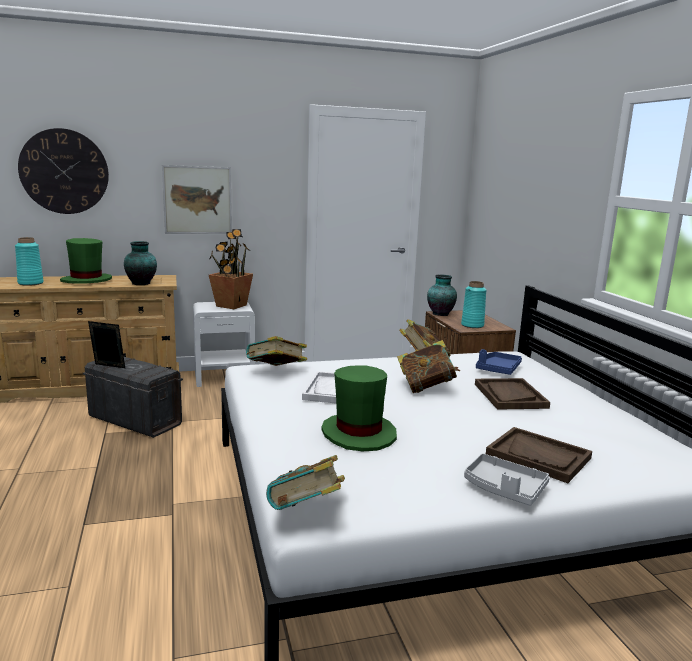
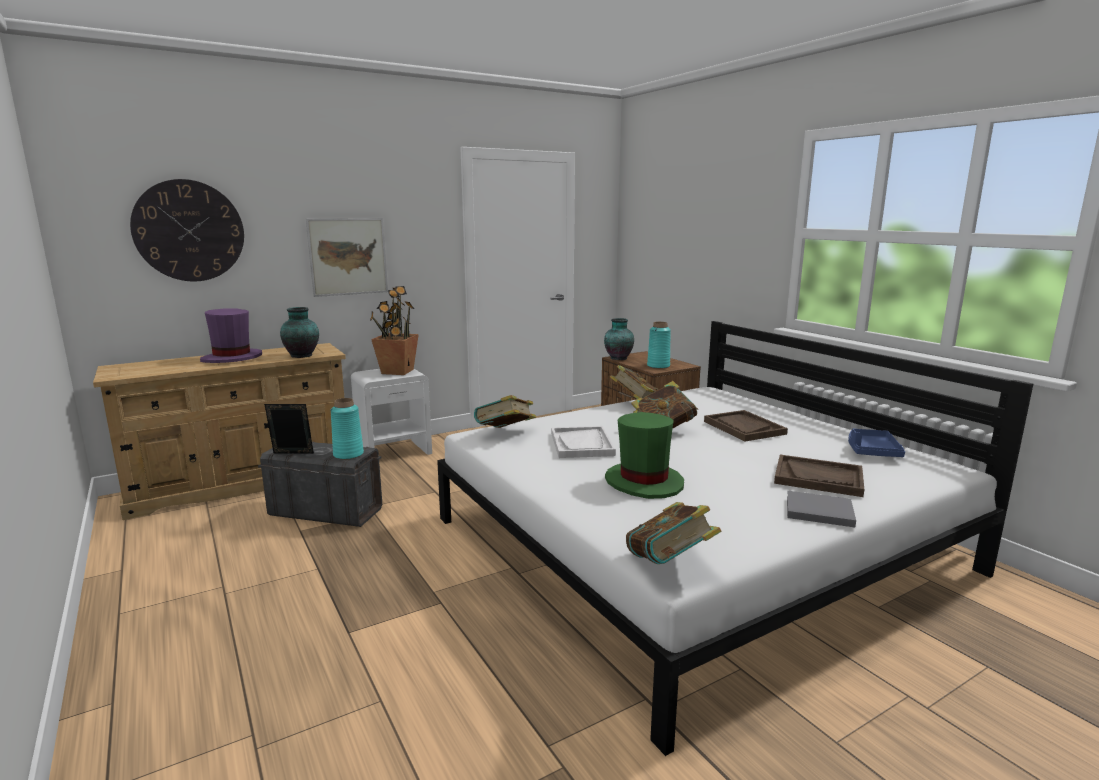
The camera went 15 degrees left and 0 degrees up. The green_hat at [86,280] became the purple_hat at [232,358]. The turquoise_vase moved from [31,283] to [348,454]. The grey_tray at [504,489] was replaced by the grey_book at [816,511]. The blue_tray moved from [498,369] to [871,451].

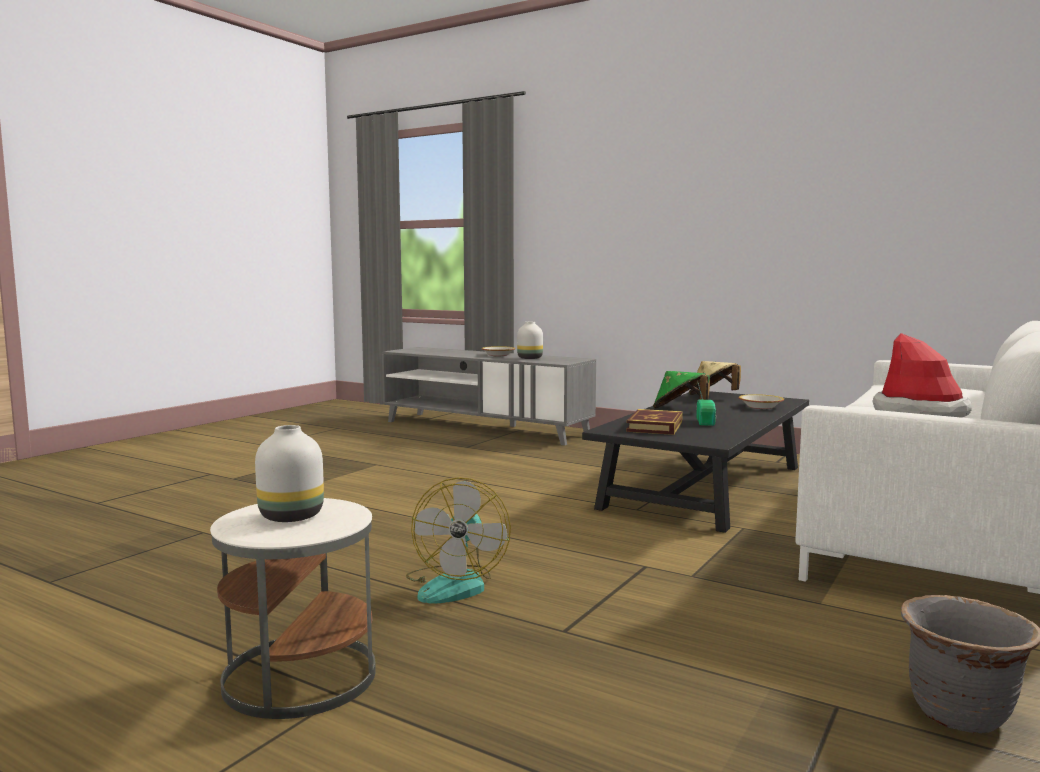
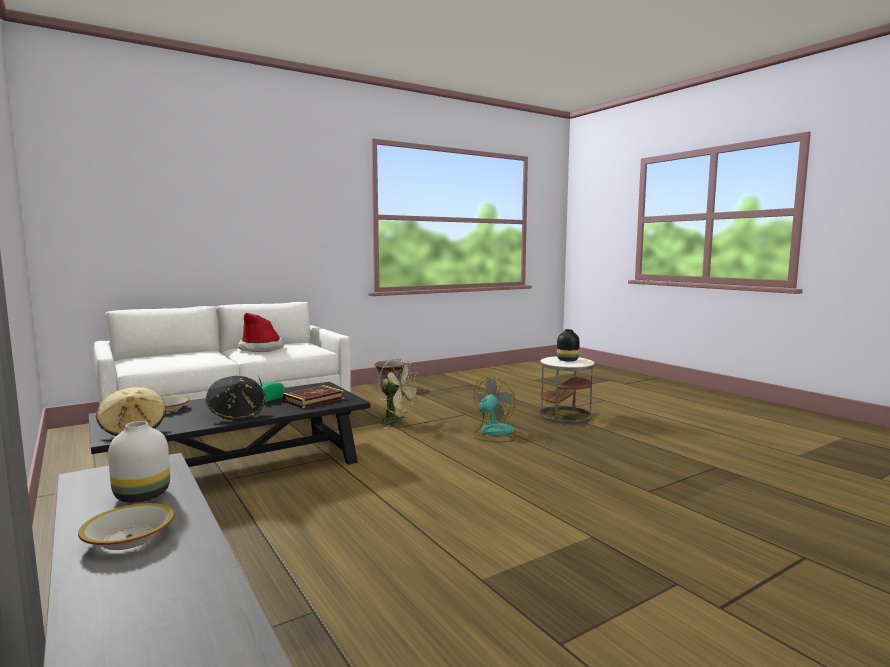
The camera went 155 degrees left and 0 degrees up. The green_hat at [679,410] became the black_hat at [237,414]. The green_fan at [396,422] appeared. The white_vase at [292,516] became the black_vase at [567,360].

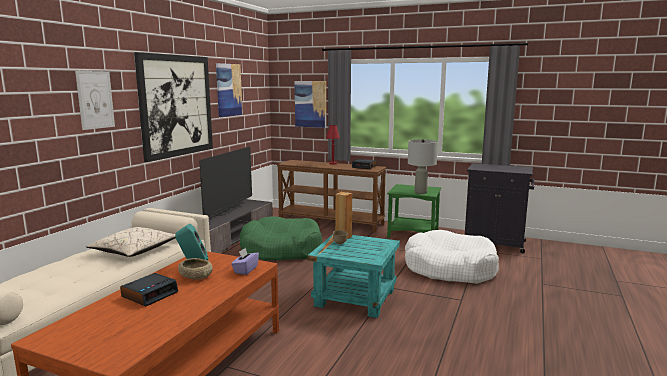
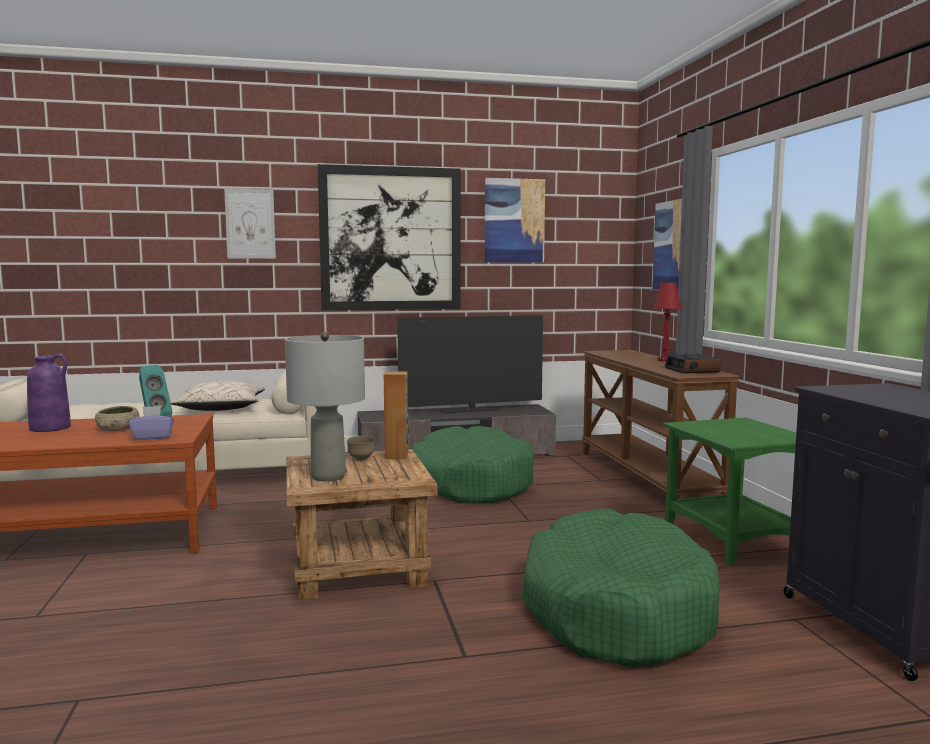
The camera went 55 degrees right and 5 degrees down. The alarm_clock at [150,294] was replaced by the purple_vase at [51,428]. The grey_table_lamp moved from [420,192] to [329,476]. The turquoise_side_table at [354,297] became the brown_side_table at [359,566]. The white_dog_bed at [449,268] became the green_dog_bed at [616,610].

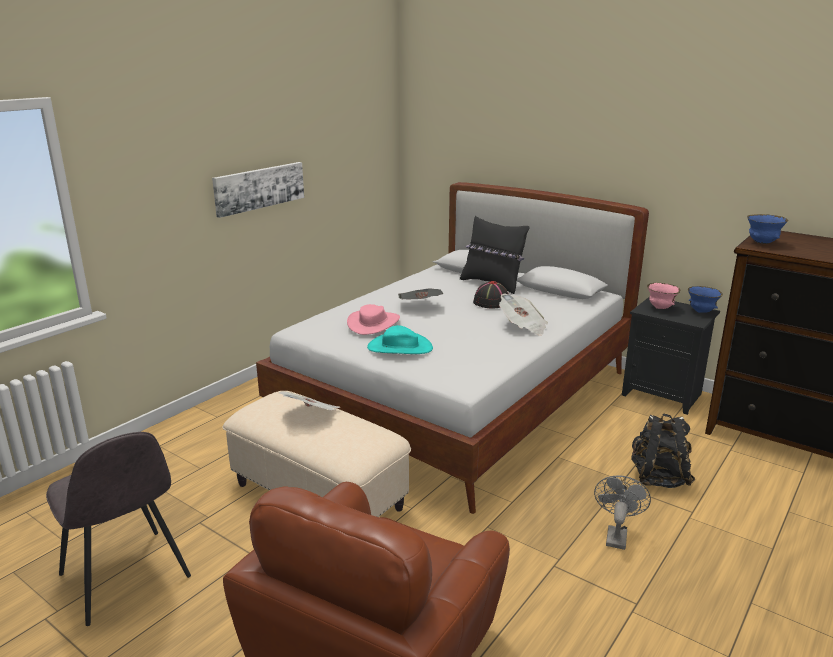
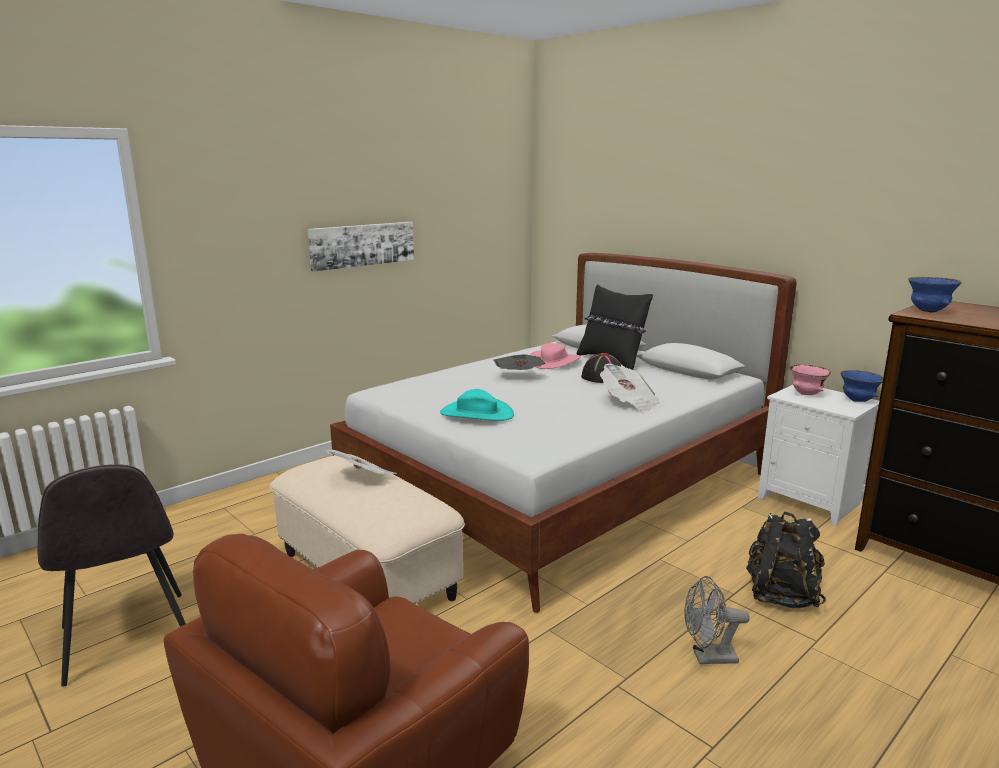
The camera went 10 degrees right and 5 degrees down. The pink_hat moved from [374,323] to [554,361]. The grey_fan at [616,535] turned 120 degrees counterclockwise. The black_nightstand at [664,394] became the white_nightstand at [811,501].

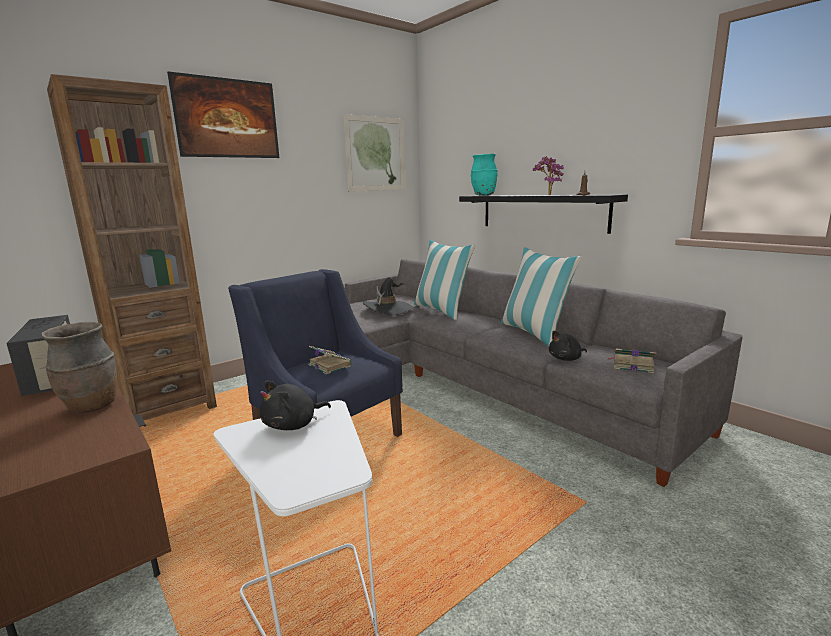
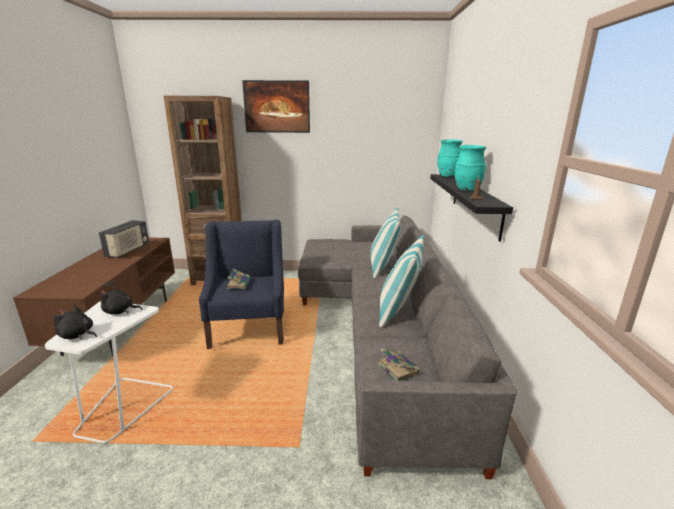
The camera went 40 degrees right and 5 degrees up. The black_plush_toy moved from [566,359] to [77,335]. The potted_plant at [547,195] was replaced by the turquoise_vase at [467,190]. The brown_vase at [92,406] disappeared. The picture at [375,154] disappeared. The black_hat at [388,309] disappeared.

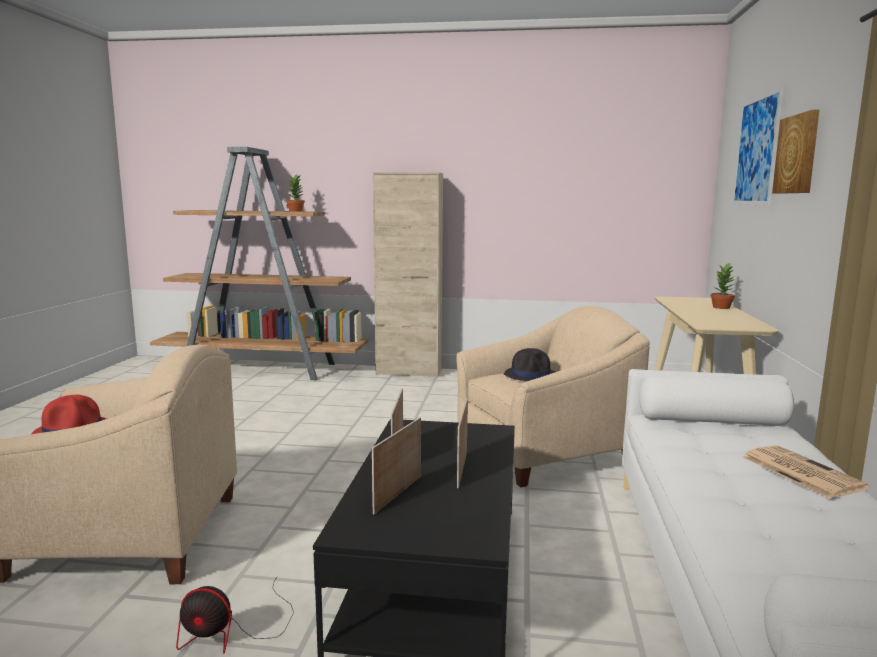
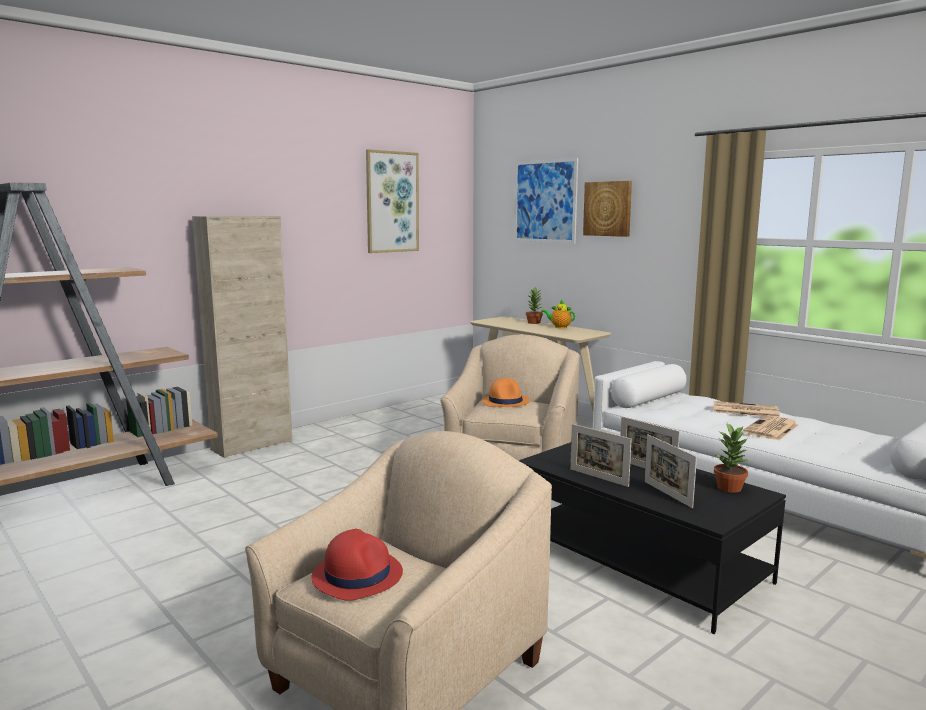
The camera went 50 degrees left and 0 degrees up. The picture at [392,202] appeared. The black_hat at [531,375] became the orange_hat at [506,401]. The teapot at [559,327] appeared. The potted_plant moved from [296,211] to [729,487]. The newspaper at [771,429] appeared. The fan at [233,631] disappeared.

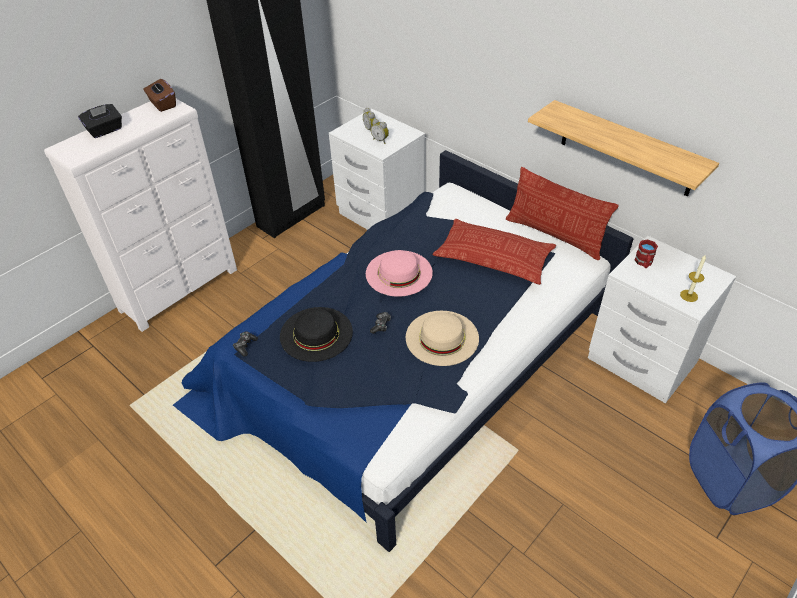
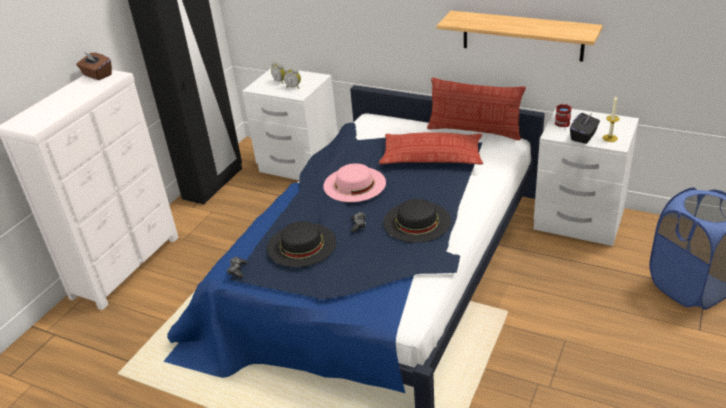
The camera went 15 degrees left and 10 degrees down. The beige_hat at [442,337] became the black_hat at [417,221]. The black_tissue_box moved from [105,130] to [583,136].

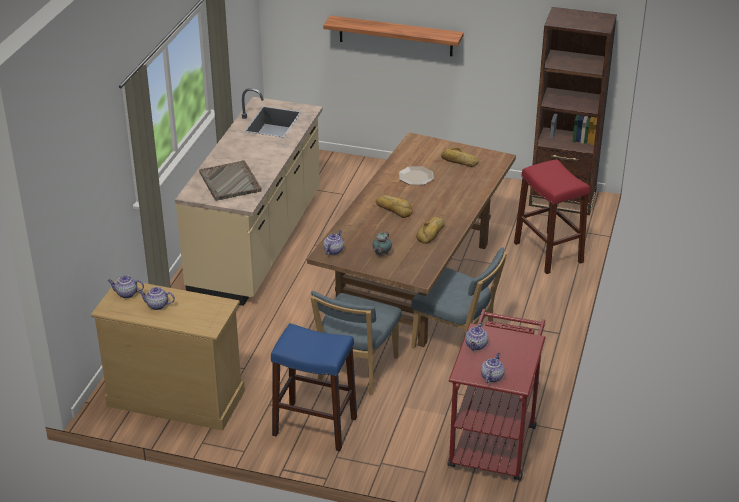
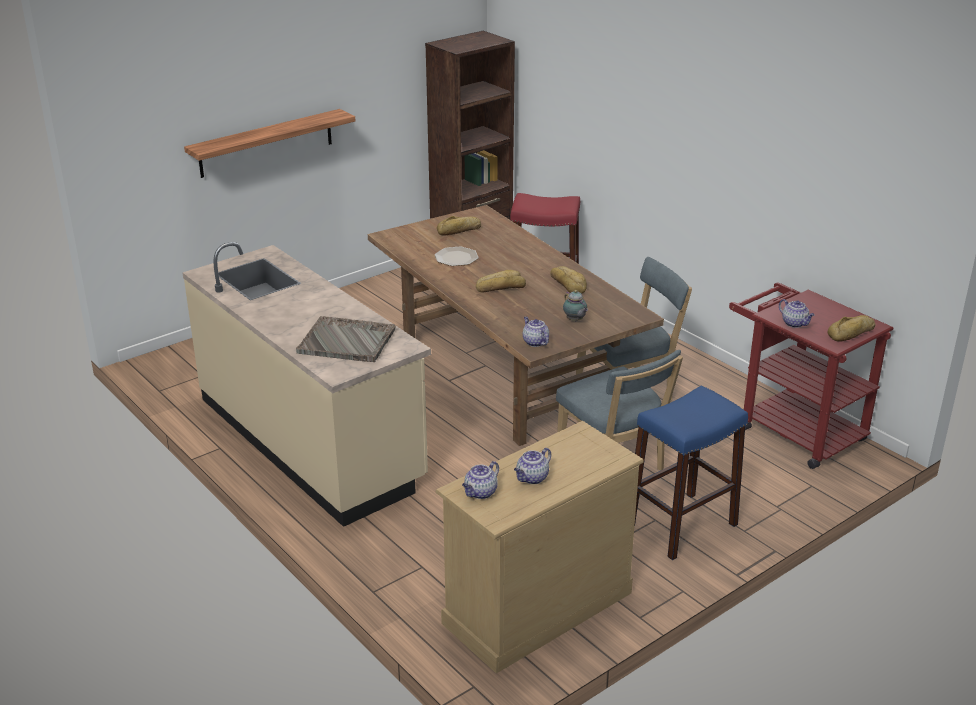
The camera went 55 degrees left and 5 degrees down. The teapot at [492,377] was replaced by the bread at [852,333].

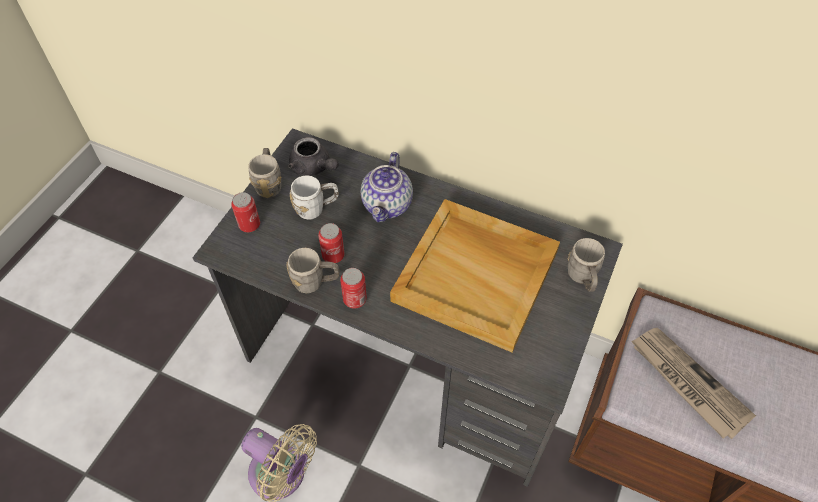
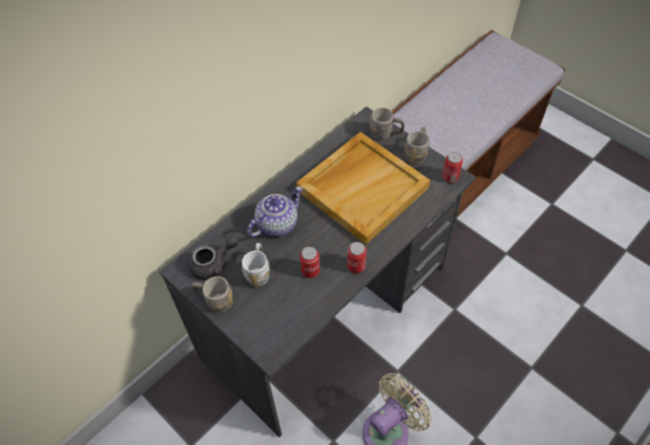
The camera went 70 degrees left and 0 degrees up. The teapot at [388,205] turned 75 degrees counterclockwise. The grey_mug moved from [315,282] to [416,153]. The can moved from [249,225] to [450,177]. The newspaper at [687,382] disappeared.

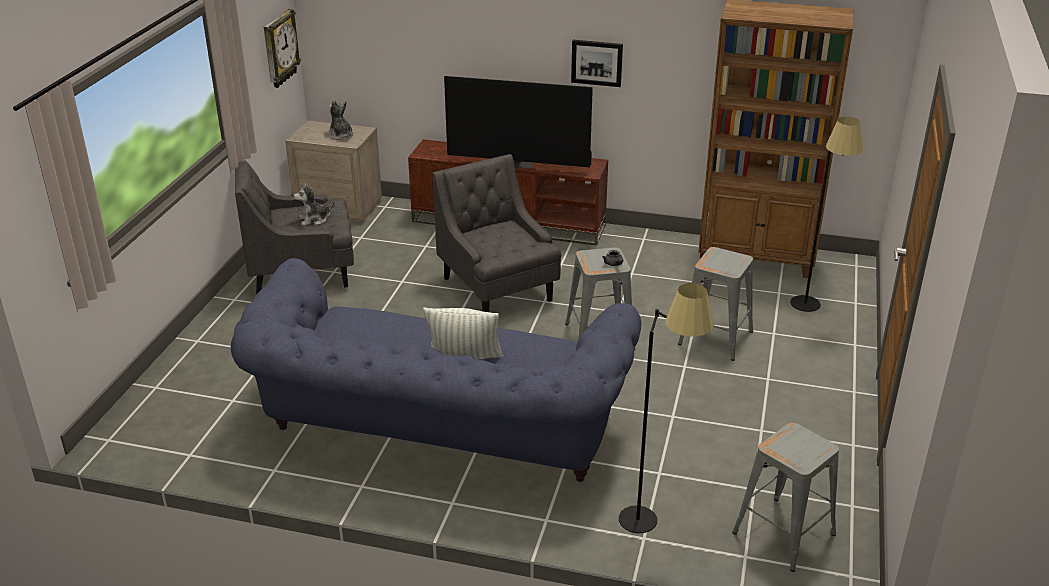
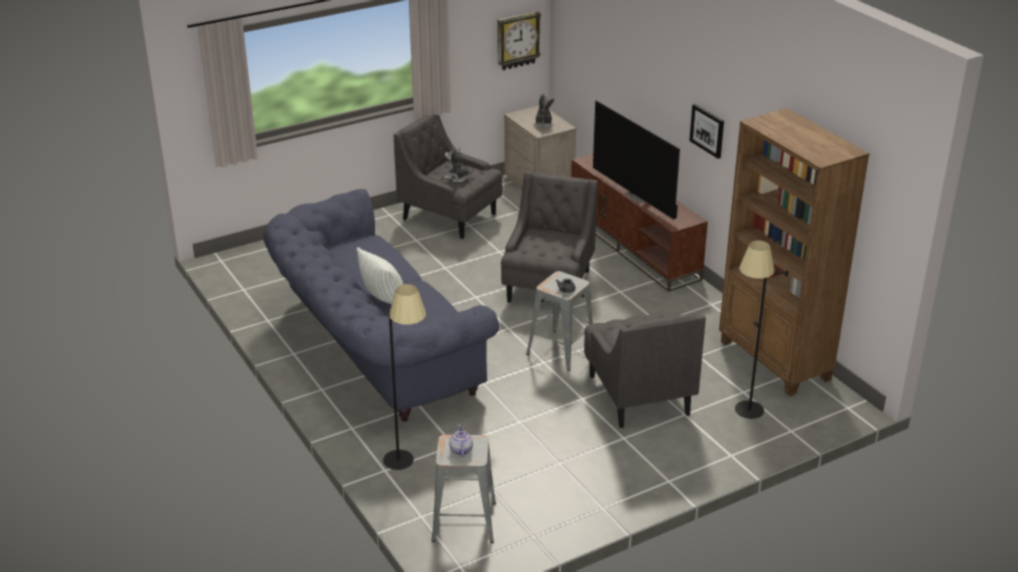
The camera went 45 degrees right and 0 degrees up. The teapot at [460,450] appeared. The grey_stool at [716,338] was replaced by the grey_armchair at [637,394].

